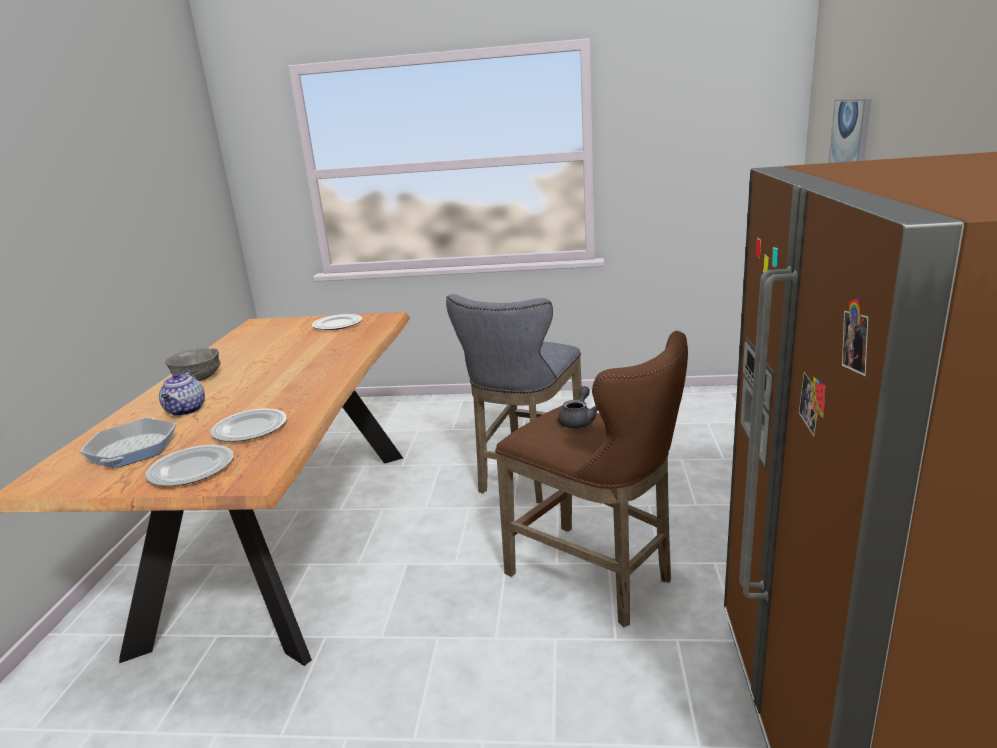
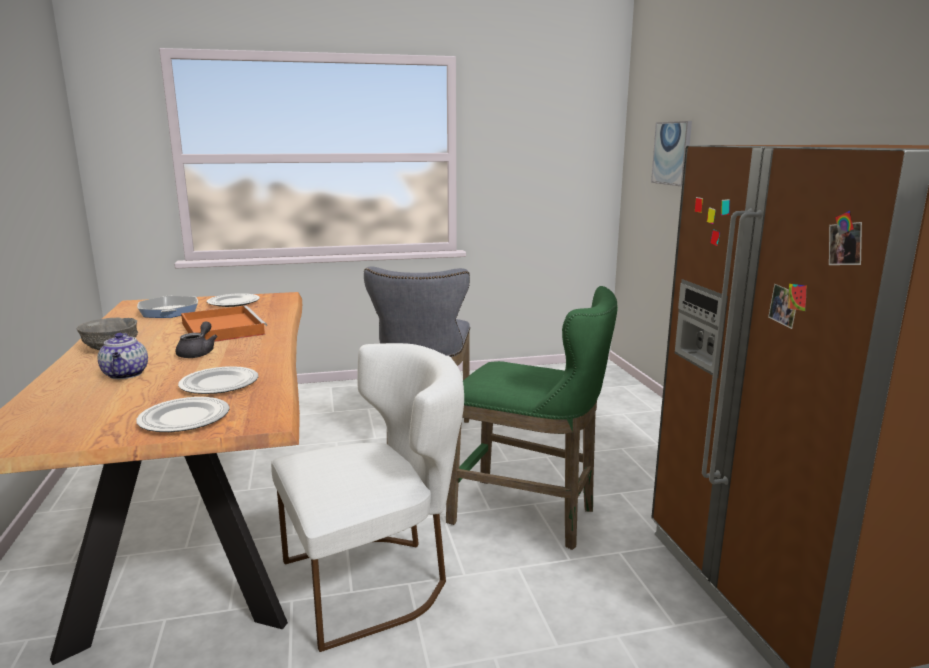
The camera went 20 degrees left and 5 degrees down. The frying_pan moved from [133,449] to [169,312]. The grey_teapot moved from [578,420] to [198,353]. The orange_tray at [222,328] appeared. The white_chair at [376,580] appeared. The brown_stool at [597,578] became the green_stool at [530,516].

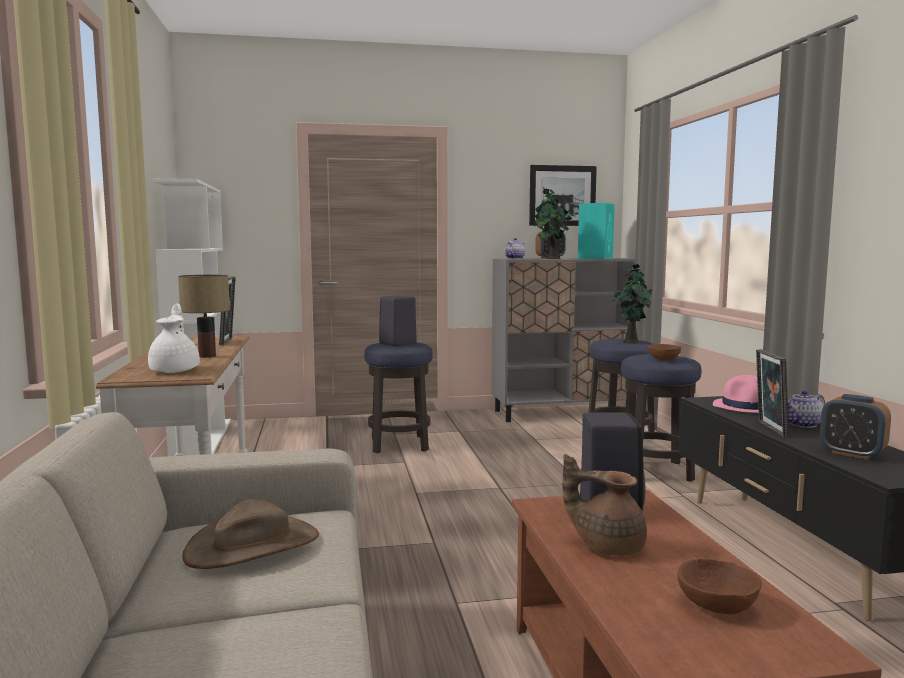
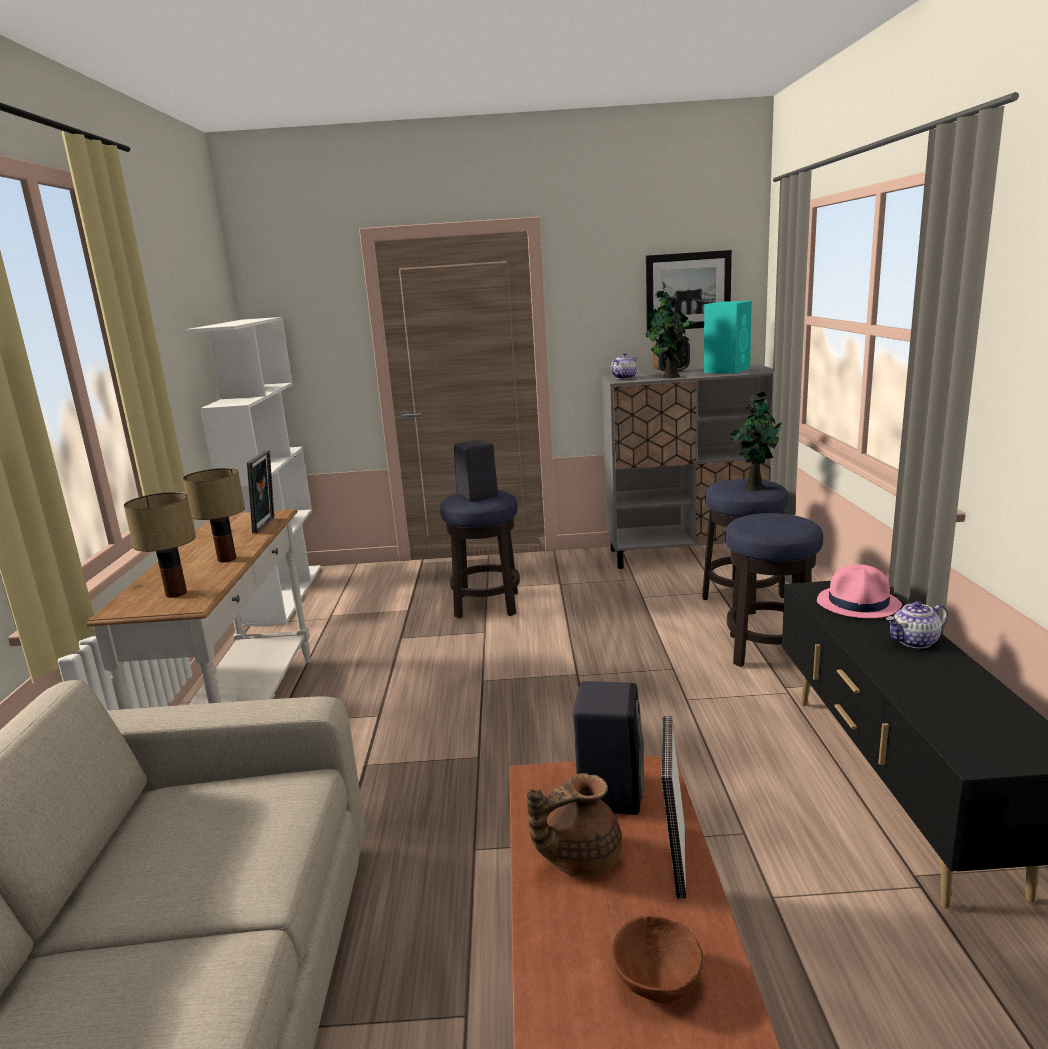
The camera went 10 degrees right and 10 degrees up. The white_teapot at [176,370] was replaced by the table_lamp at [177,593]. The brown_teapot at [607,545] turned 60 degrees counterclockwise. The picture_frame moved from [769,429] to [674,859]. The brown_hat at [253,545] disappeared. The brown_bowl at [664,360] disappeared. The alarm_clock at [852,454] disappeared.

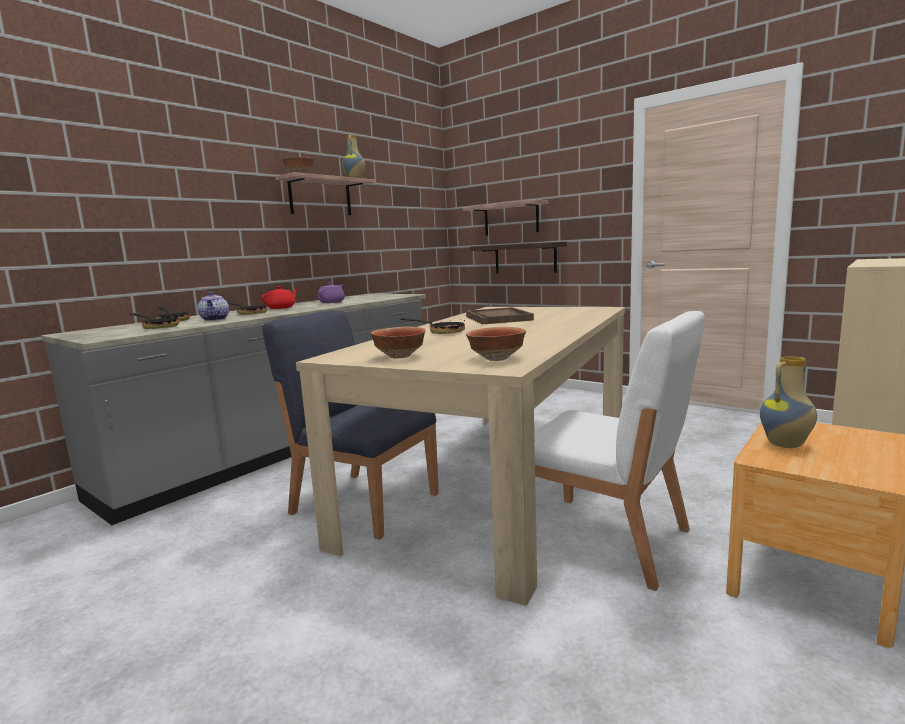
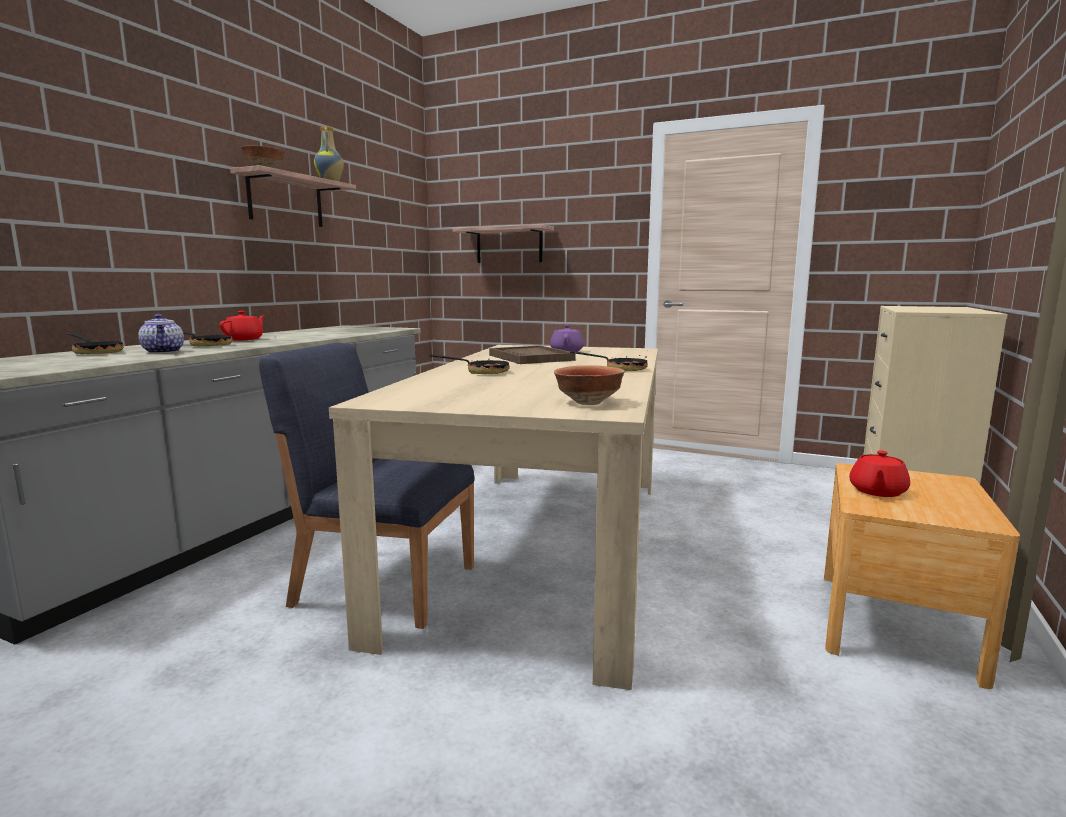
The camera went 15 degrees left and 0 degrees up. The purple_teapot moved from [332,302] to [567,351]. The frying_pan moved from [158,327] to [619,369]. The vase at [786,445] was replaced by the red_teapot at [877,491]. The bowl at [400,356] disappeared. The shelf at [525,258] disappeared. The white_chair at [606,539] disappeared.

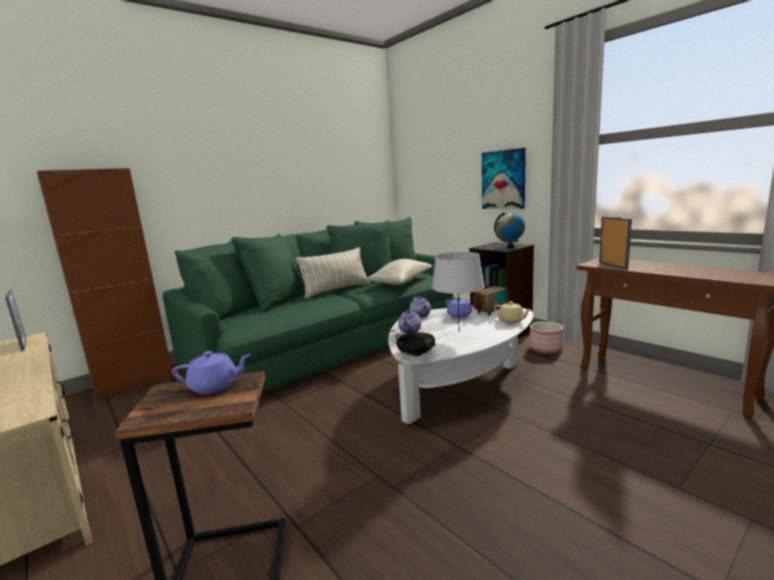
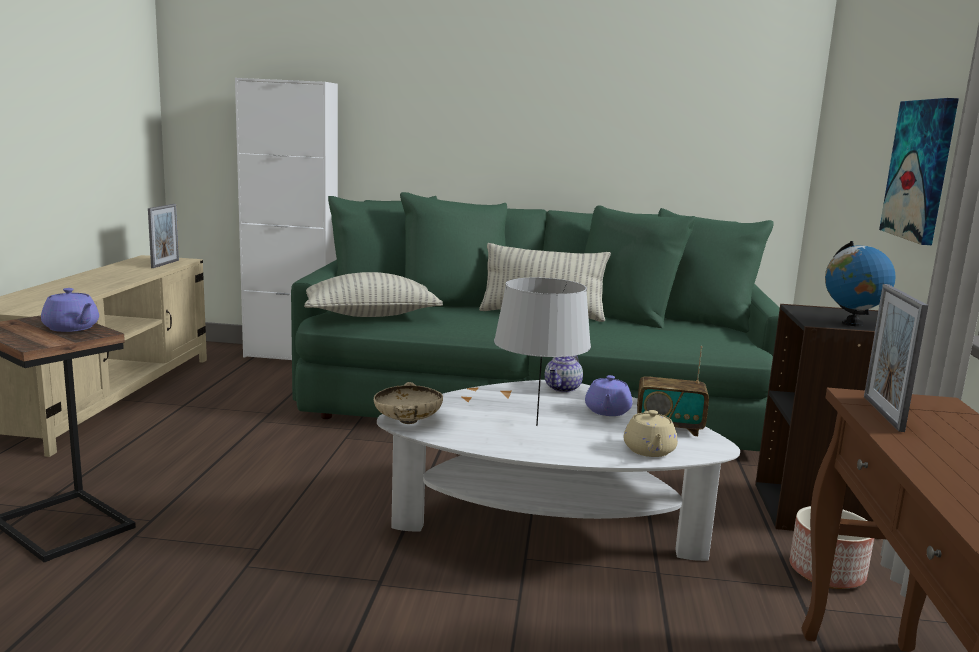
The camera went 45 degrees right and 0 degrees up. The brown_cabinet at [134,383] became the white_cabinet at [291,355]. The pillow moved from [401,282] to [371,315]. The black_bowl at [416,354] became the beige_bowl at [407,421]. The picture_frame at [613,266] turned 150 degrees clockwise. The teapot at [410,331] disappeared.

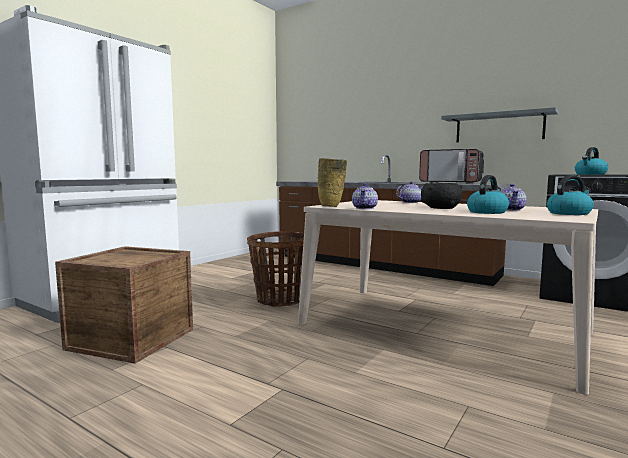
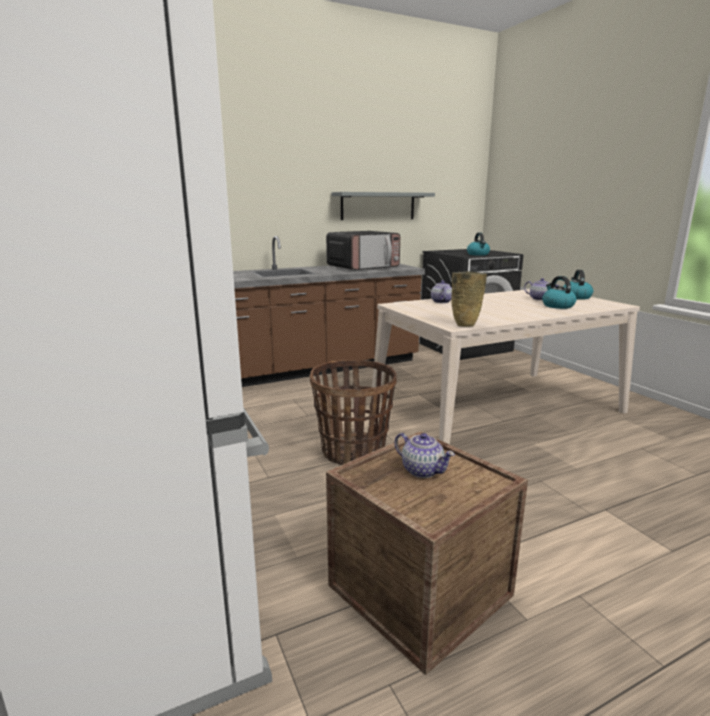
The camera went 60 degrees left and 10 degrees up. The teapot moved from [365,208] to [422,470]. The black_bowl at [440,208] disappeared.

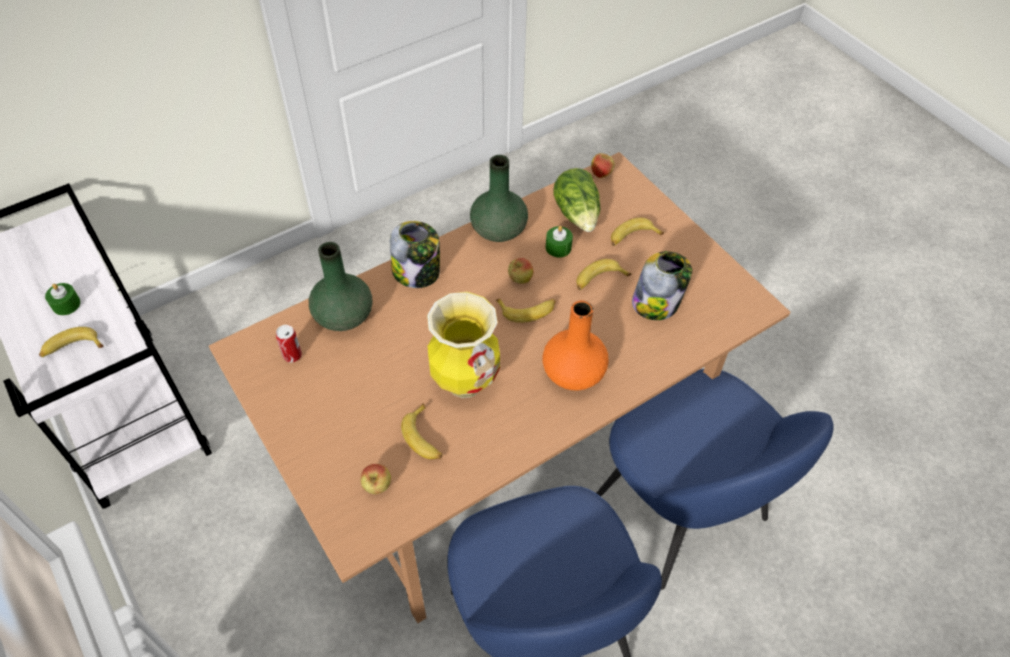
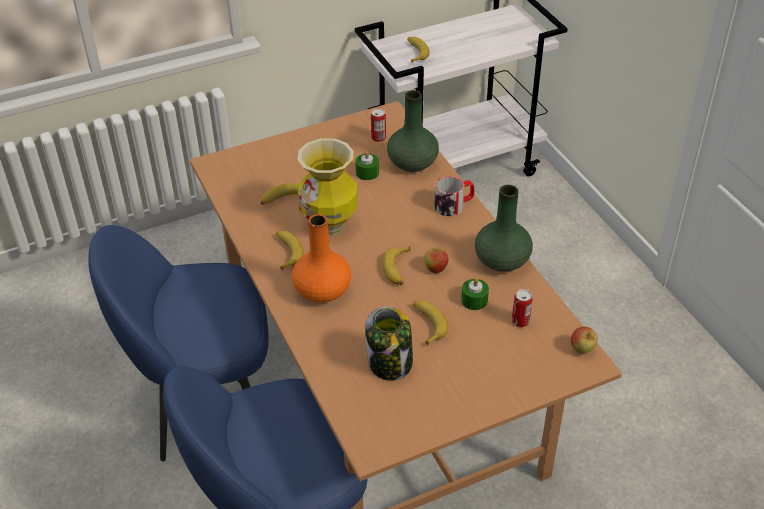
The camera went 100 degrees right and 10 degrees down. The banana moved from [632,237] to [286,252]. The green_candle moved from [66,304] to [367,172]. The jar at [417,272] was replaced by the mug at [454,205]. The lettuce at [578,214] was replaced by the can at [520,321]. The apple at [377,487] disappeared.

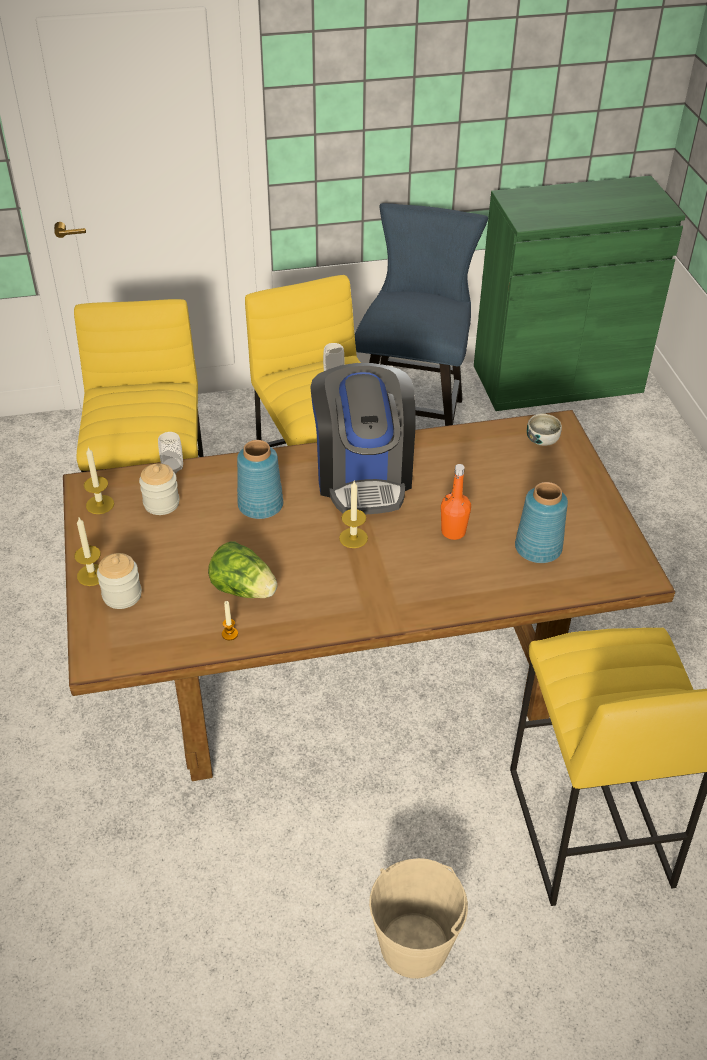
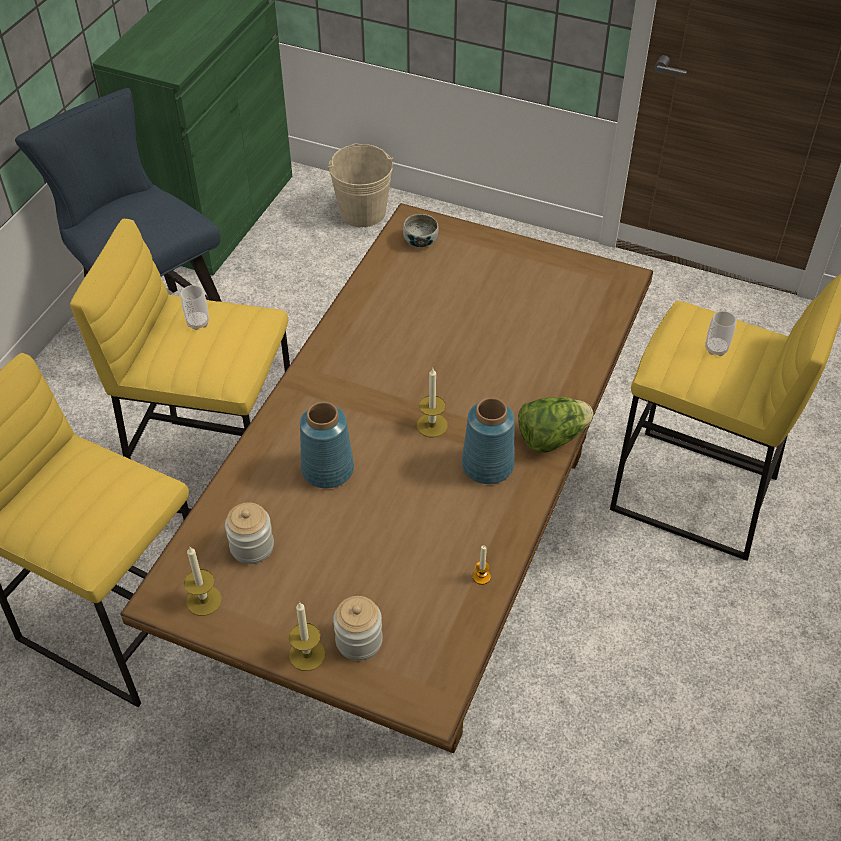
The camera went 55 degrees left and 5 degrees up. The beige_bucket moved from [414,945] to [363,212]. The blue_vase moved from [537,548] to [486,465]. The lettuce moved from [244,589] to [551,438]. The cup moved from [172,468] to [716,349]. The coffee_machine at [363,475] disappeared. The orange_bottle at [453,532] disappeared.

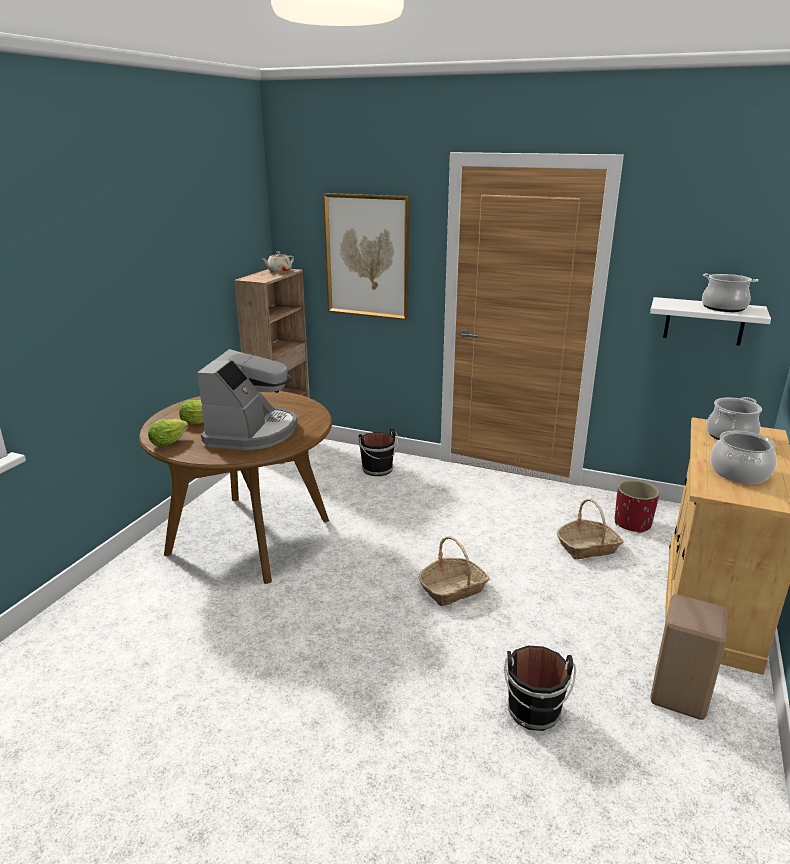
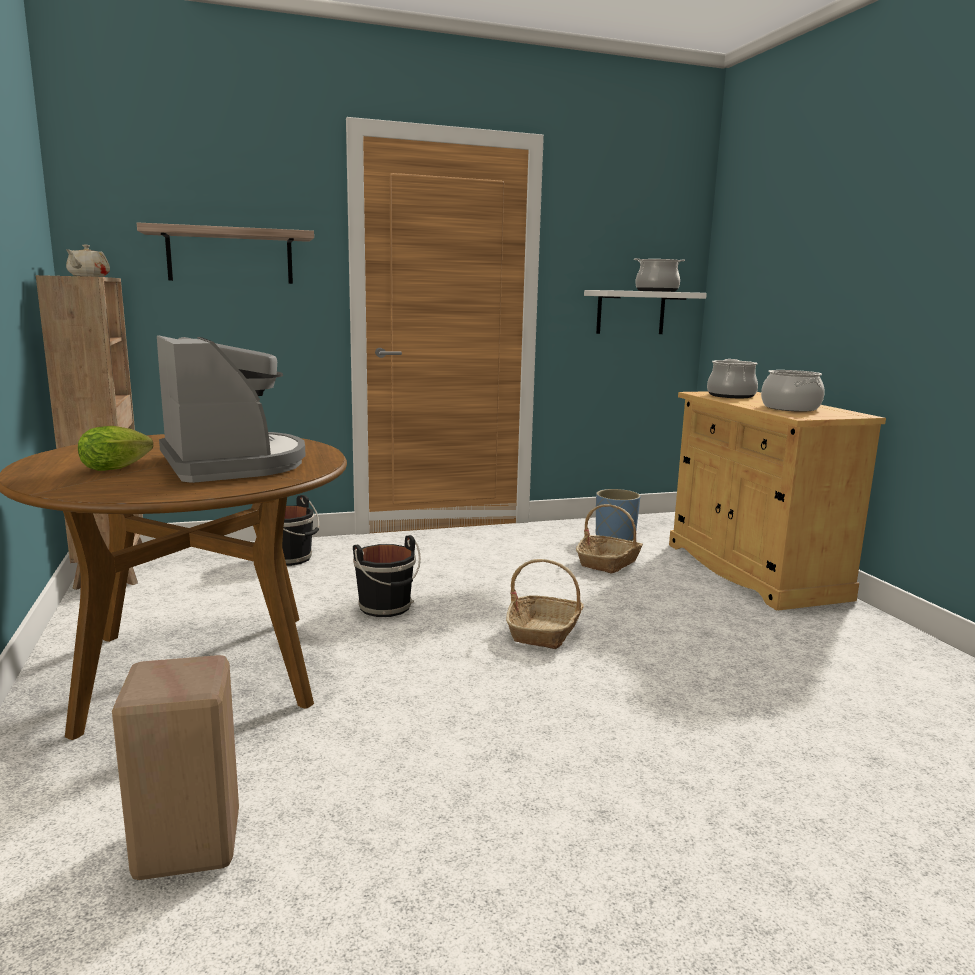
The camera went 40 degrees left and 10 degrees down. The beige_stool moved from [677,696] to [184,847]. The picture at [367,256] was replaced by the shelf at [230,256]. The black_bucket moved from [534,712] to [386,607]. The red_planter at [632,524] became the blue_planter at [615,537]. The lettuce at [171,442] disappeared.

